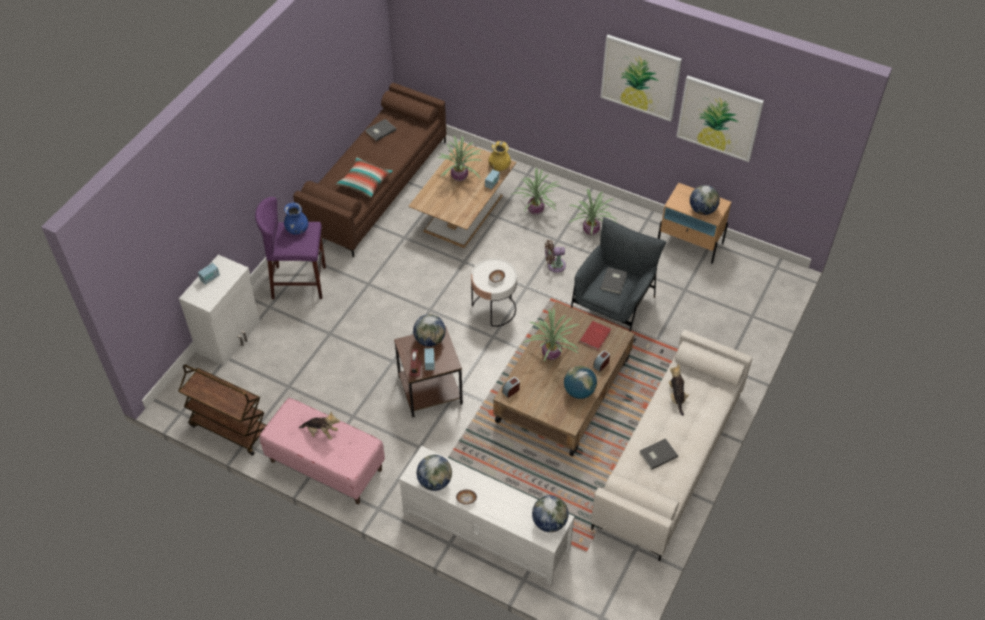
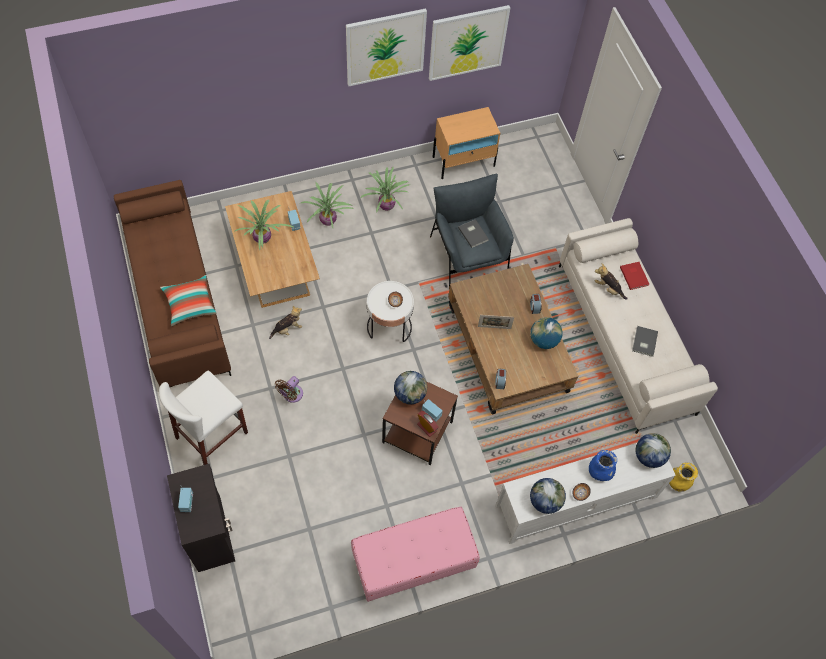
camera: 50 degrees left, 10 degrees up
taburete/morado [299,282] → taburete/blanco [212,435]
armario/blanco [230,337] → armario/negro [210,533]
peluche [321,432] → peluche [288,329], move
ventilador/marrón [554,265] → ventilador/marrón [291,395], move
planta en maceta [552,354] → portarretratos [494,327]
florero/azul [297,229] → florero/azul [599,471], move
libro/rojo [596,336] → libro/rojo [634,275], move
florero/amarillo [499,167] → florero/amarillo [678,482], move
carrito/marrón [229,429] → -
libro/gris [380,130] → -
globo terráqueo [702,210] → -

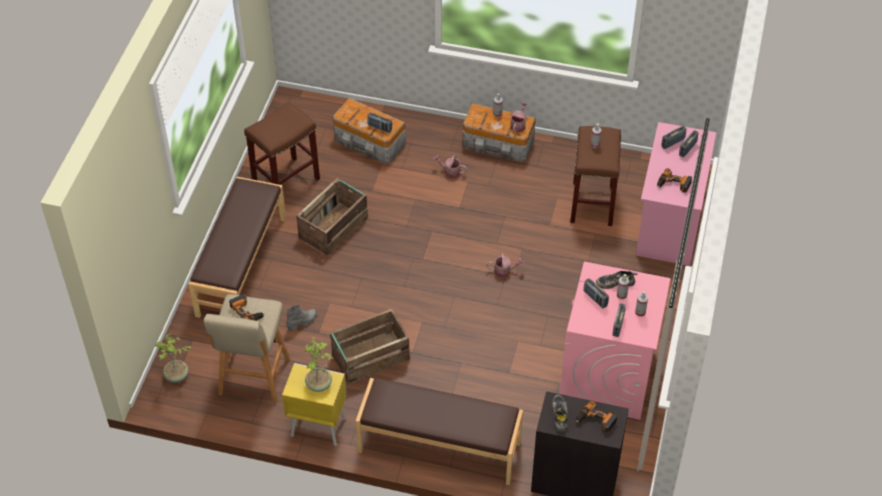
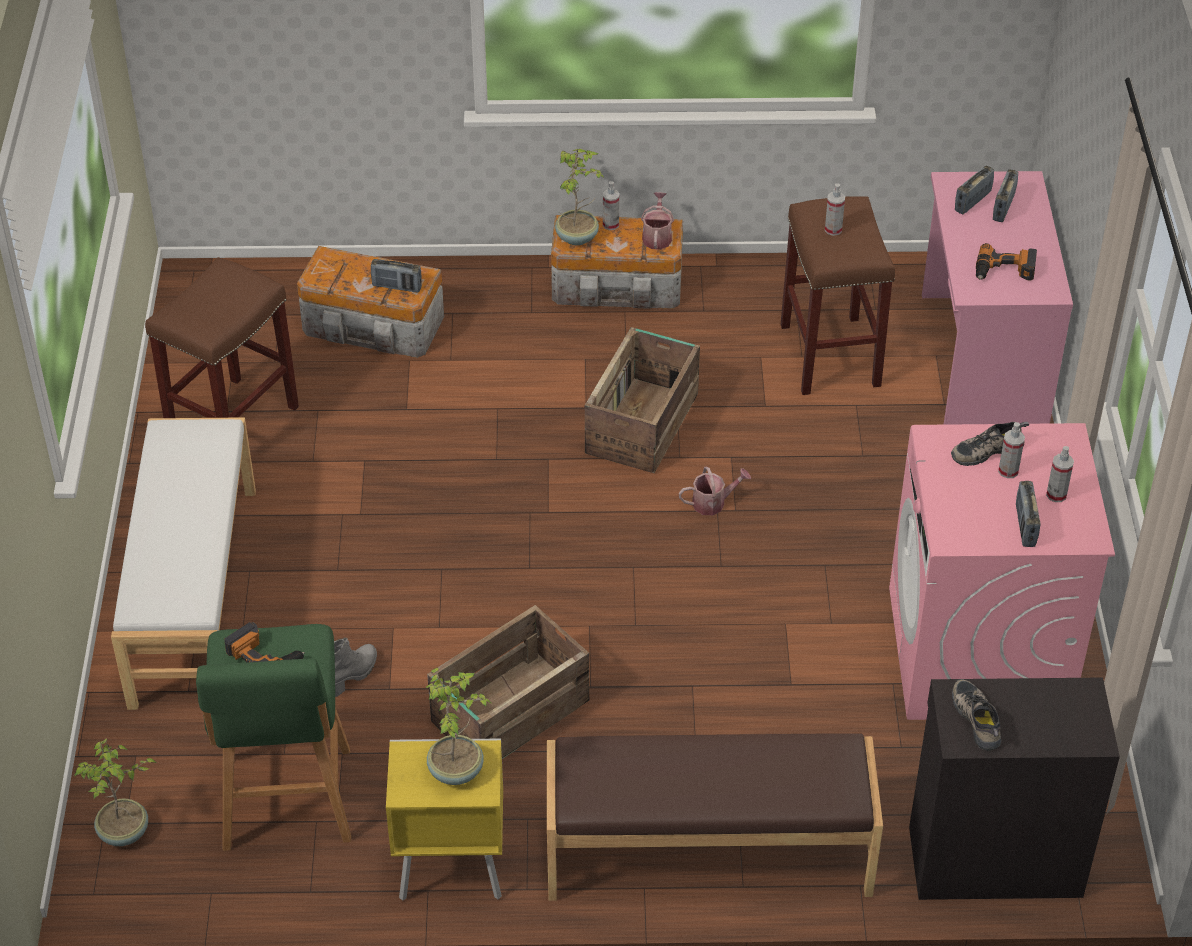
camera: 15 degrees left, 5 degrees down
banco/marrón [241,266] → banco/blanco [192,595]
taburete/beis [253,378] → taburete/verde [287,803]
- → planta en maceta [578,237]
caja de embalaje [334,227] → caja de embalaje [643,423], move
regadera [450,172] → -
taladro [596,421] → -
radio [595,298] → -

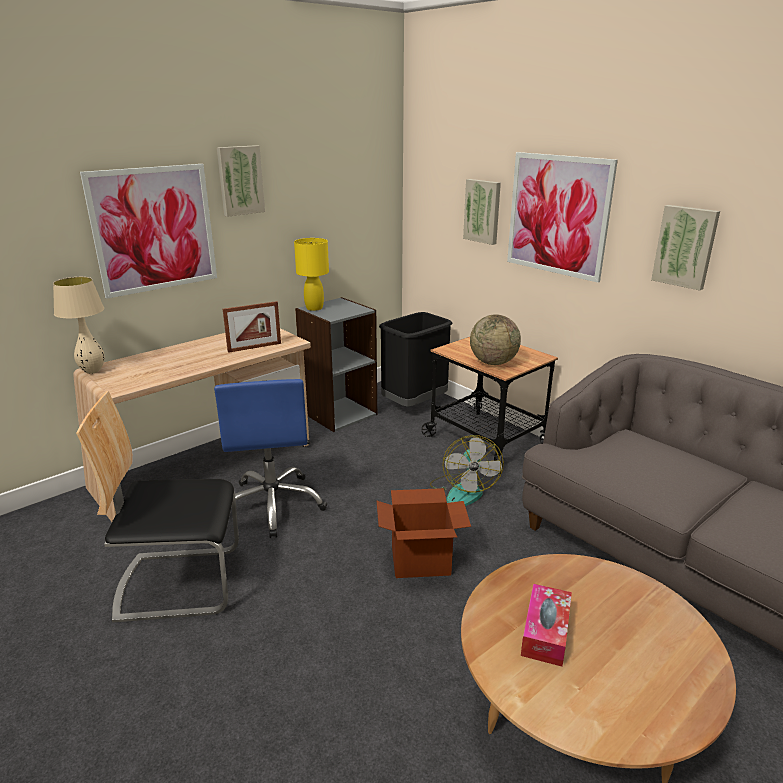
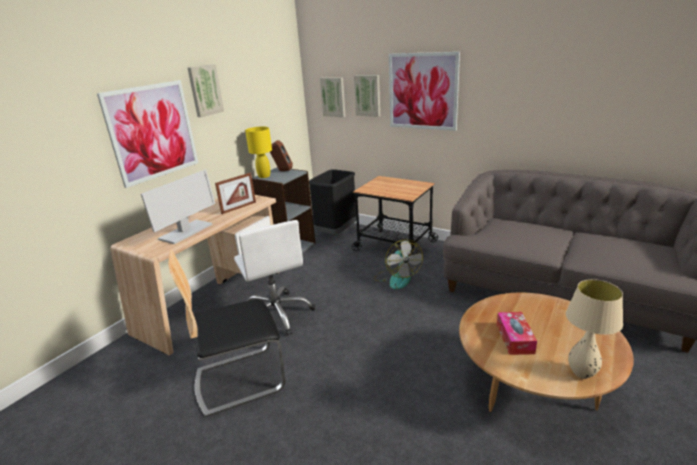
camera: 15 degrees left, 0 degrees up
- → monitor [186,232]
silla de oficina/azul [273,505] → silla de oficina/blanco [277,314]
- → altavoz/marrón [282,171]
cuadro [685,246] → cuadro [333,97], move
lámpara de mesa/beis [93,371] → lámpara de mesa/beis [582,374], move
caja de cartón [421,561] → -
globo terráqueo [493,363] → -

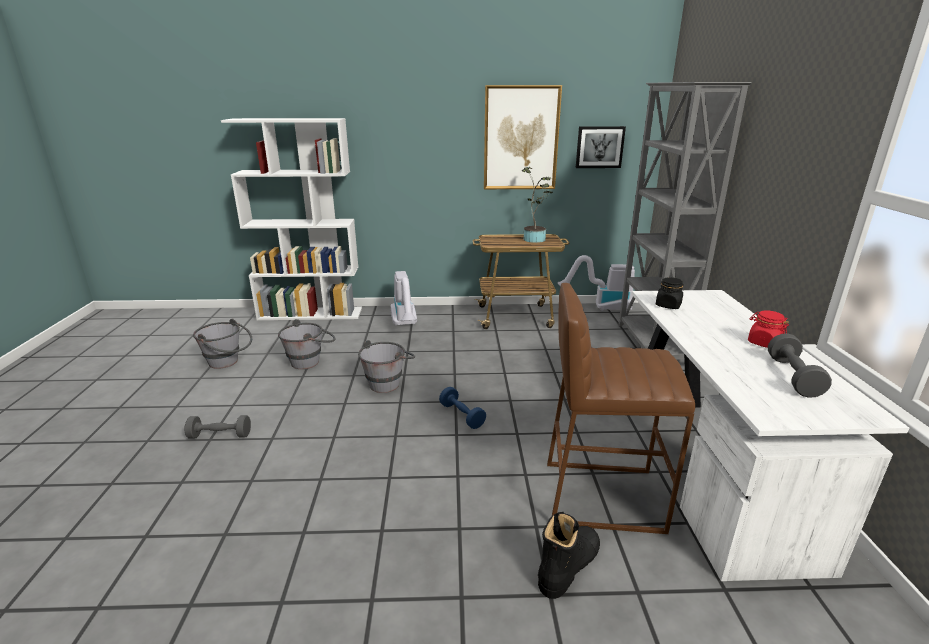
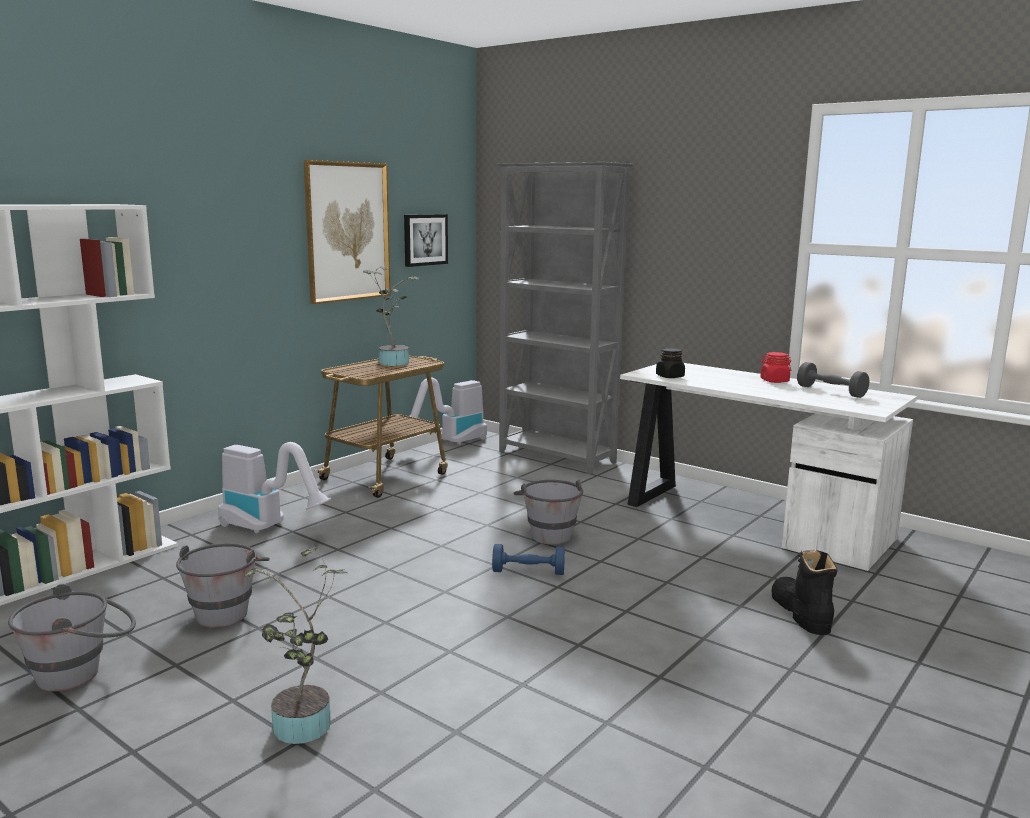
camera: 50 degrees left, 10 degrees down
mancuerna/gris [220,435] → planta en maceta [302,730]
cubo/gris [388,382] → cubo/gris [548,533], move
taburete/marrón [601,495] → -

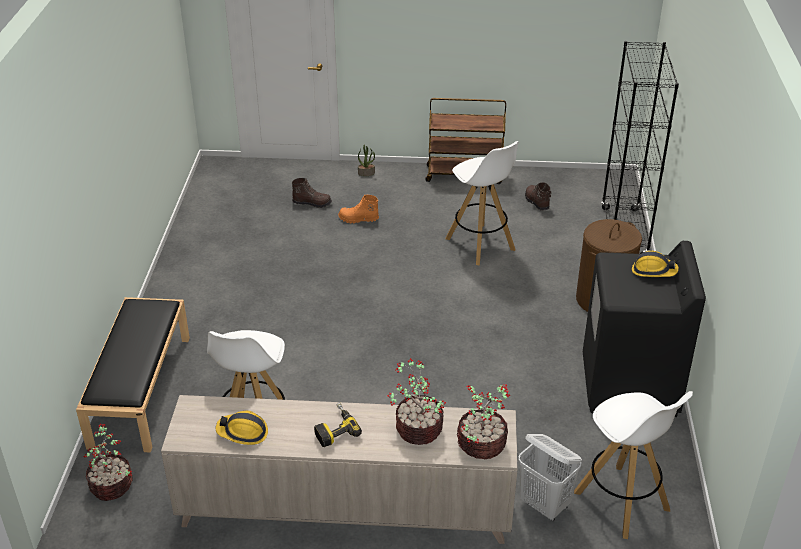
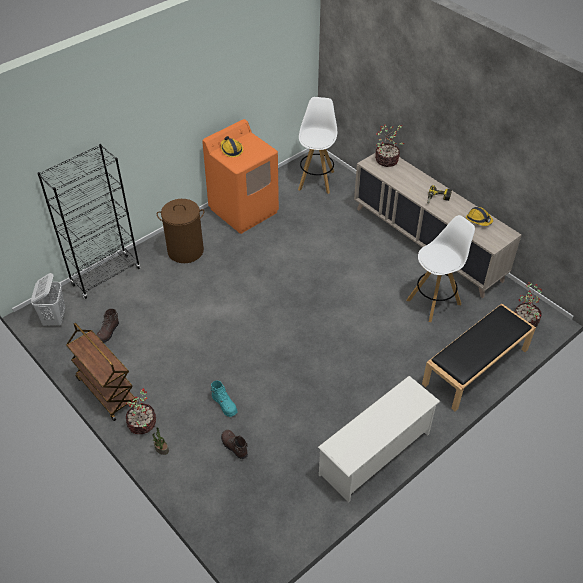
camera: 135 degrees left, 10 degrees up
cesto de la ropa/blanco [544,505] → cesto de la ropa/blanco [55,318], move
planta en maceta [417,429] → planta en maceta [142,424], move
lavadora/negro [629,386] → lavadora/naranja [244,210]
bota/naranja [358,219] → bota/turquesa [225,405]
- → zapatero/blanco [375,454]
taburete/blanco [480,244] → -

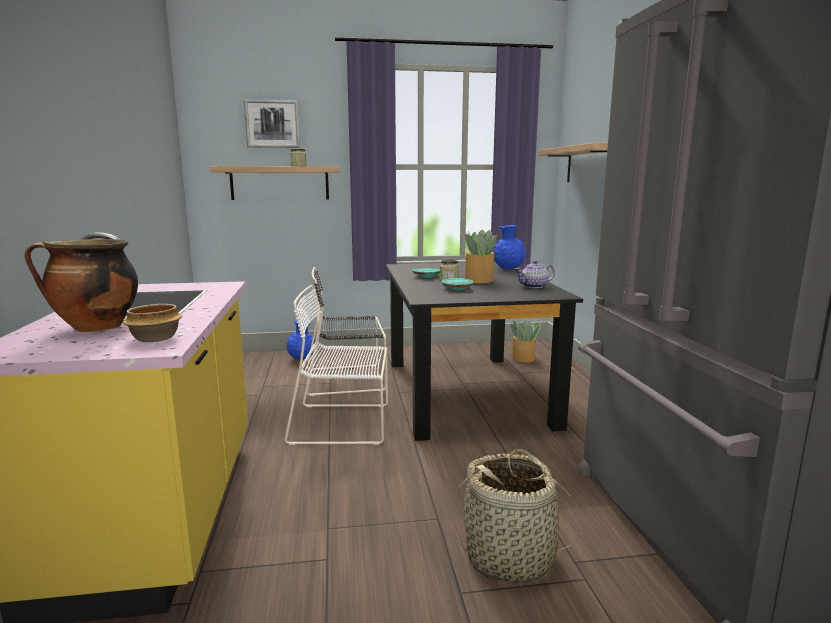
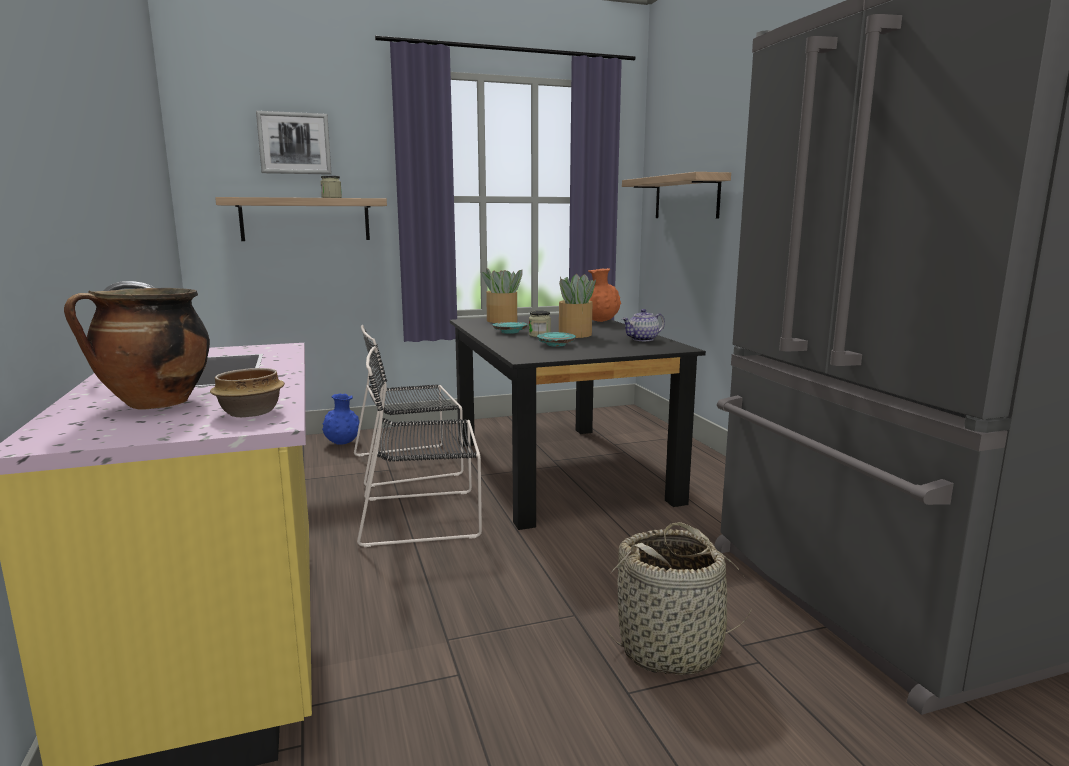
camera: 10 degrees left, 0 degrees up
silla/blanco [344,423] → silla/negro [425,517]
planta en maceta [523,359] → planta en maceta [502,321], move
florero/azul [508,269] → florero/naranja [600,321]

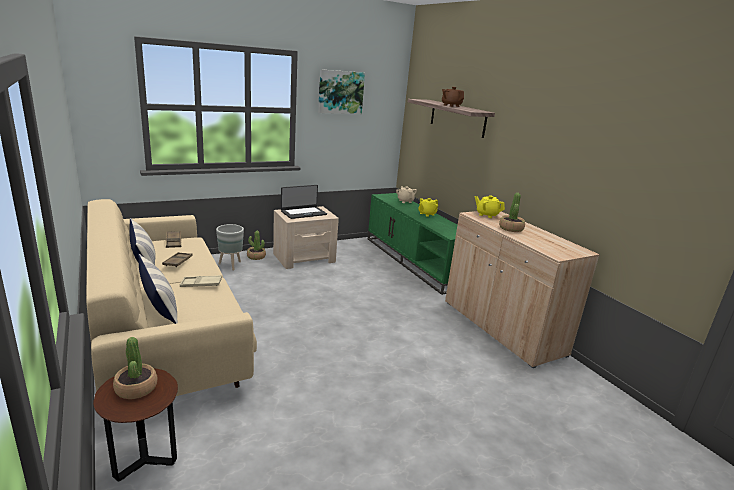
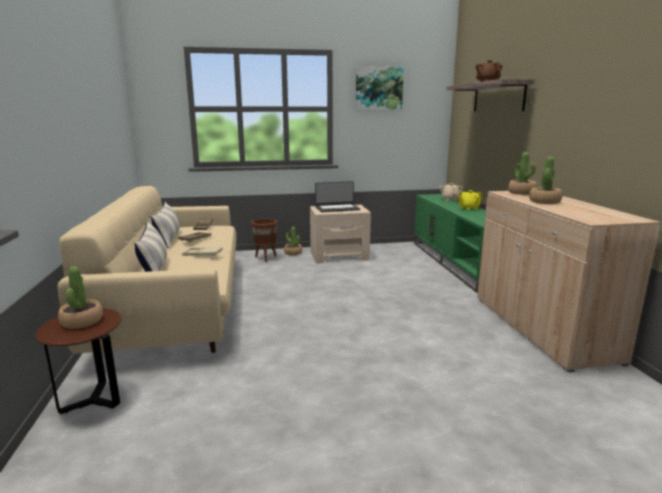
camera: 20 degrees right, 5 degrees down
maceta/gris [230,265] → maceta/marrón [265,258]
tetera/amarillo [487,215] → planta en maceta [522,193]

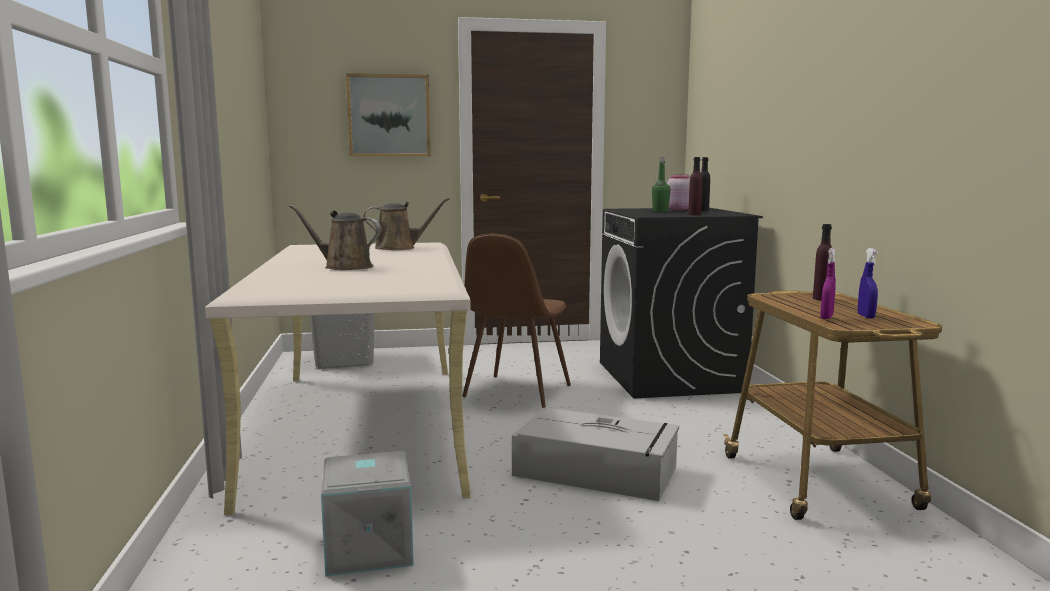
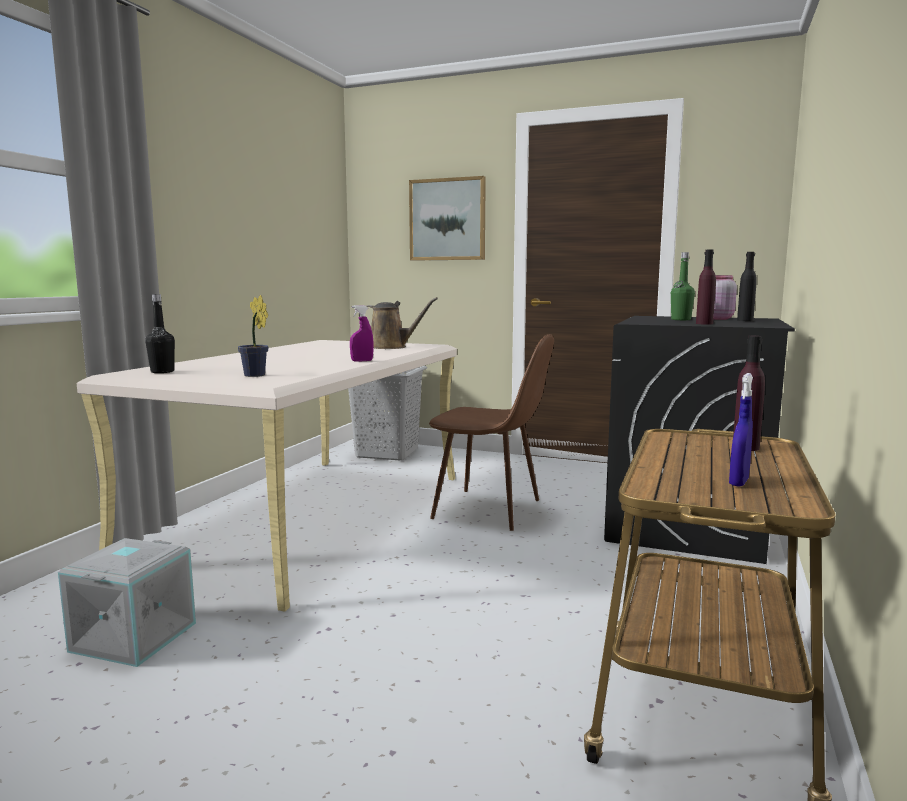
camera: 30 degrees right, 0 degrees up
- → botella/negro [162,372]
- → planta en maceta [256,375]
pulverizador/morado [826,317] → pulverizador/morado [362,361], move
silla/marrón [516,392] → silla/marrón [490,510], 120 degrees counterclockwise
regadera/marrón [344,267] → -
caja de almacenaje/gris [598,471] → -

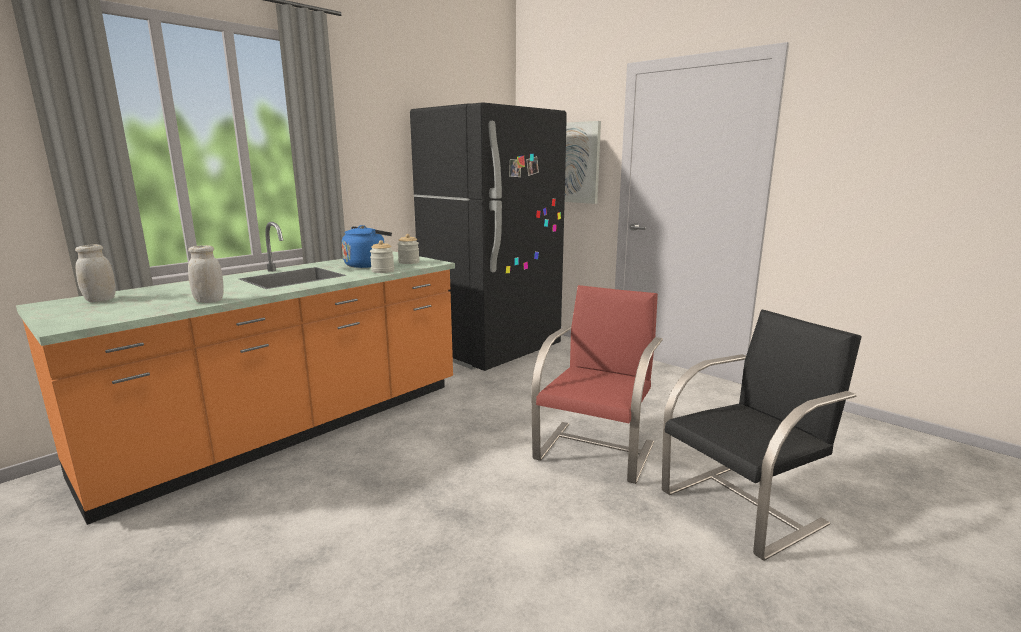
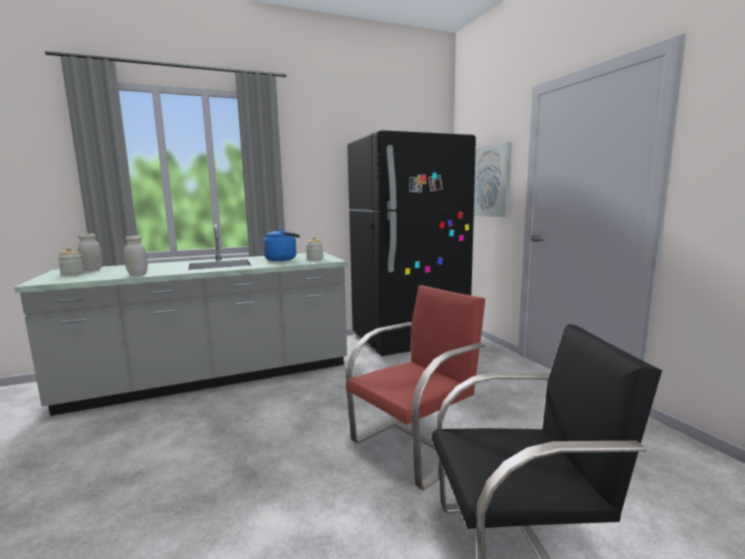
camera: 25 degrees right, 5 degrees down
mueble bajo de cocina/naranja [290,428] → mueble bajo de cocina/gris [214,376]
tarro [382,271] → tarro [72,274], move

